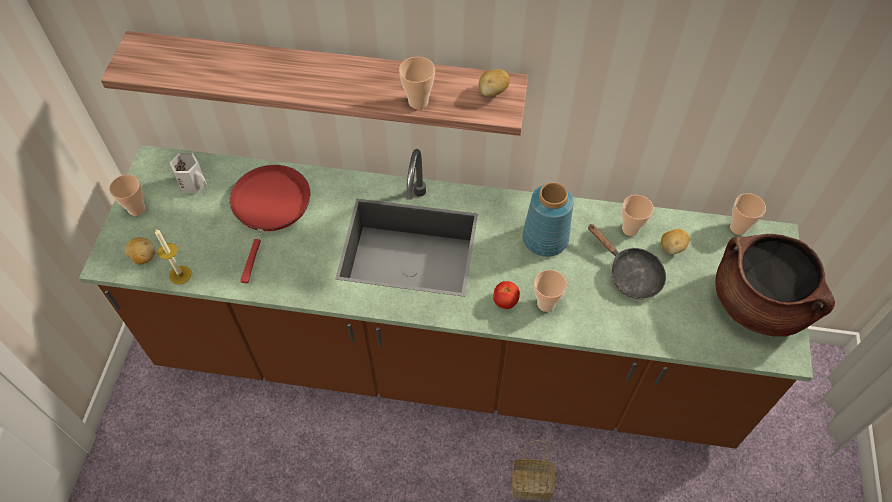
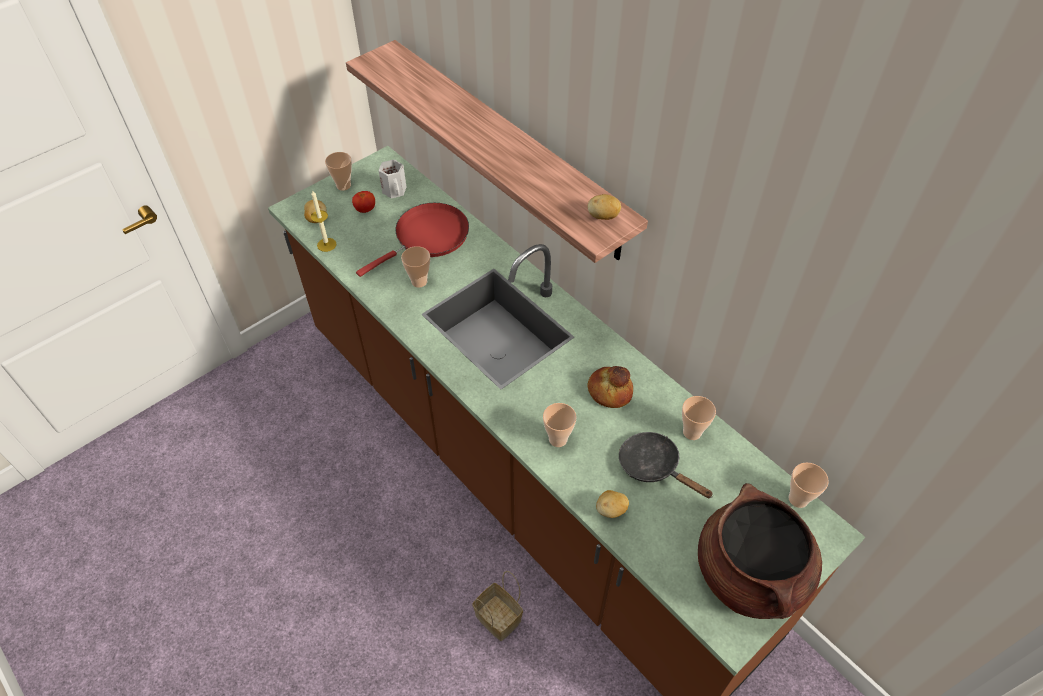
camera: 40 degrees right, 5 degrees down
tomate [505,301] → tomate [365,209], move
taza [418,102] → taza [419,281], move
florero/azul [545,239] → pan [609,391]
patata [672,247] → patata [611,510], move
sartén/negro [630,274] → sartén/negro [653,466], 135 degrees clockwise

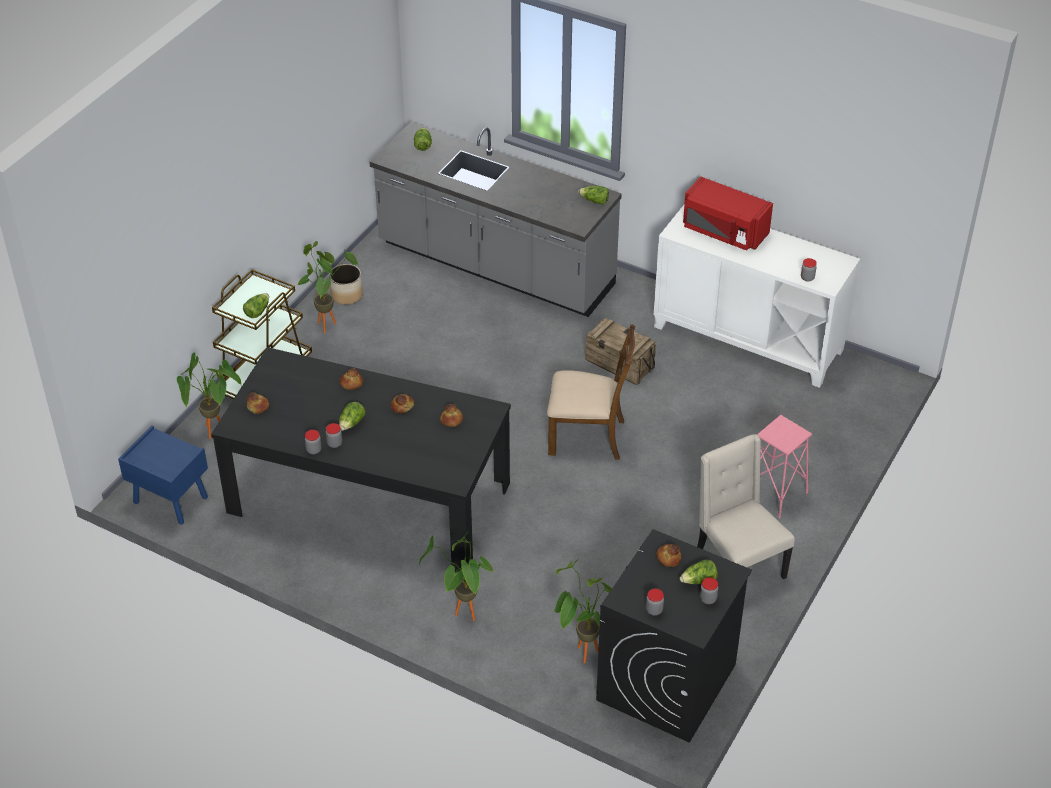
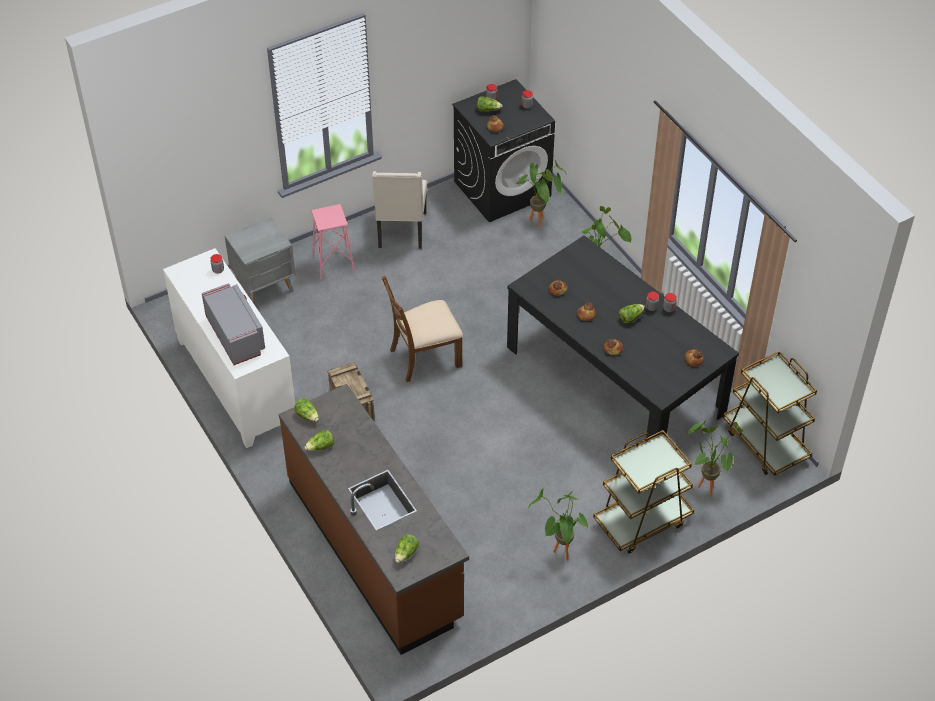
camera: 150 degrees left, 5 degrees up
microondas/rojo [723,232] → microondas/gris [236,336]
- → mesita de noche/gris [265,287]
mueble bajo de cocina/gris [495,266] → mueble bajo de cocina/marrón [375,549]
lechuga [257,311] → lechuga [320,447], move
silla/marrón [588,436] → silla/marrón [424,357], 60 degrees counterclockwise
mesita de noche/azul [169,500] → carrito/marrón [765,443]
maceta [346,295] → -

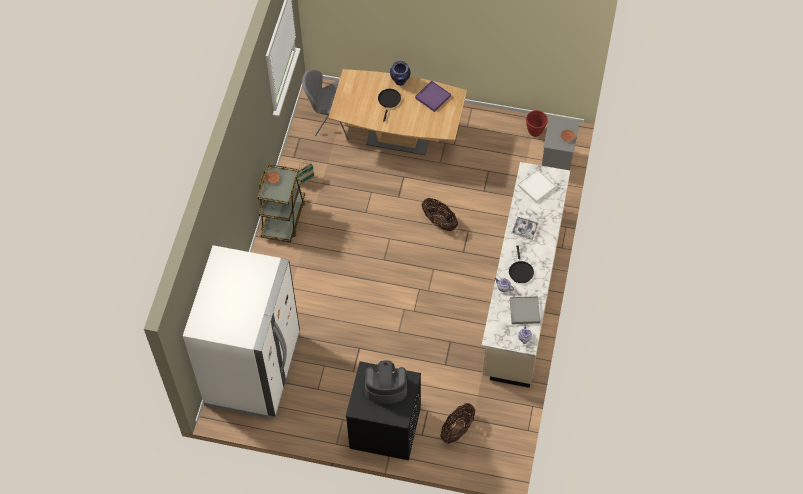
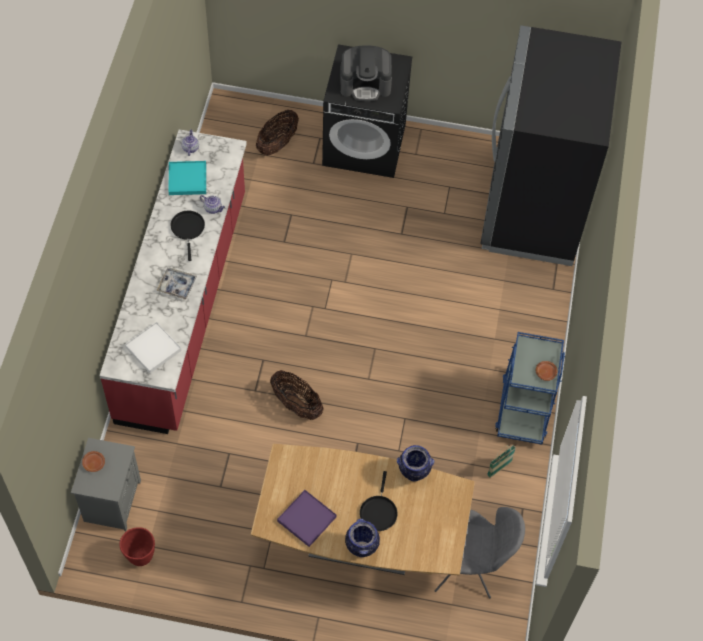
camera: 175 degrees right, 0 degrees up
mueble bajo de cocina/beis [522,291] → mueble bajo de cocina/rojo [184,306]
bandeja/gris [524,311] → bandeja/turquesa [187,179]
- → florero [413,474]
nevera/blanco [253,369] → nevera/negro [532,208]
carrito/marrón [283,218] → carrito/azul [523,408]

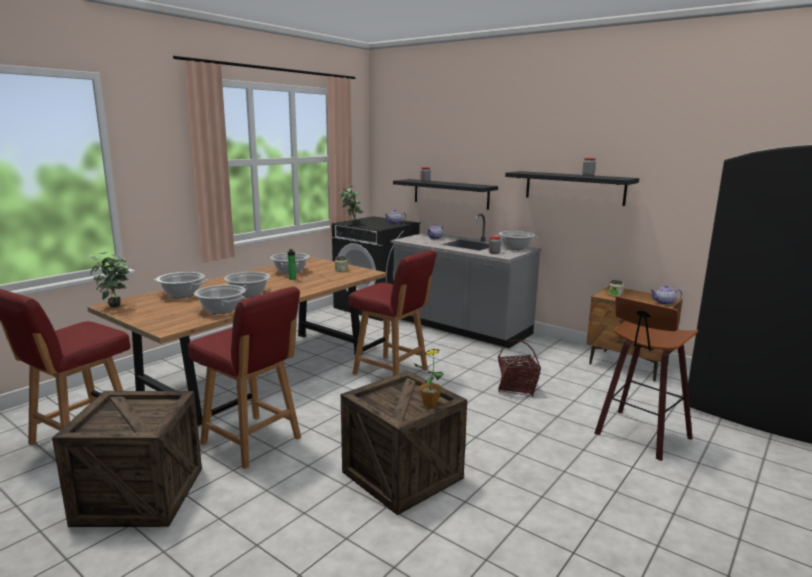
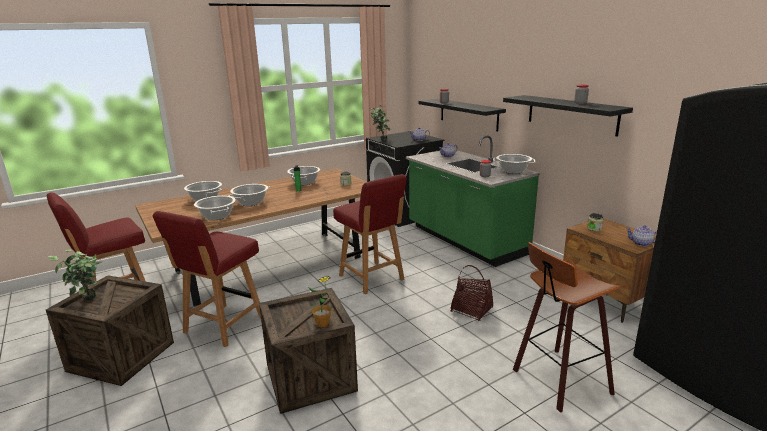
camera: 20 degrees right, 5 degrees up
planta en maceta [116,308] → planta en maceta [87,302], move
silla/rojo [252,442] → silla/rojo [223,326], 60 degrees clockwise
mueble bajo de cocina/gris [460,327] → mueble bajo de cocina/verde [464,240]

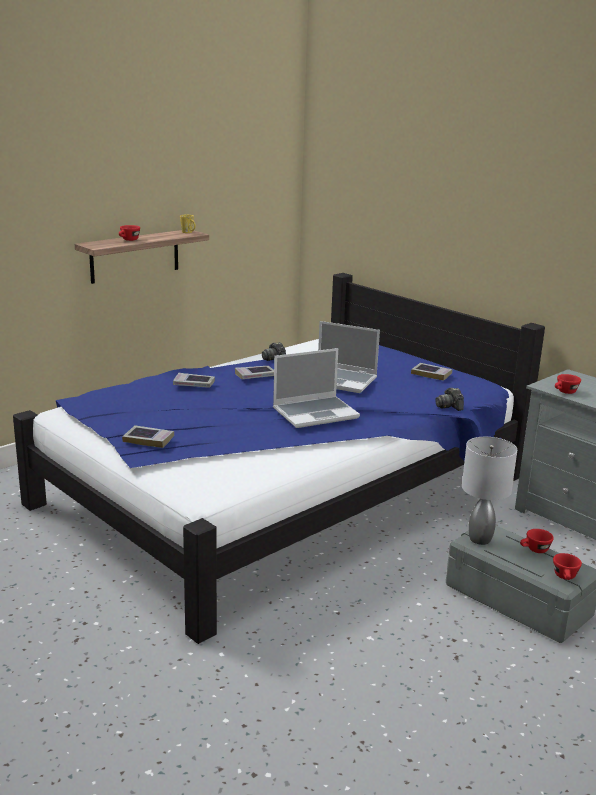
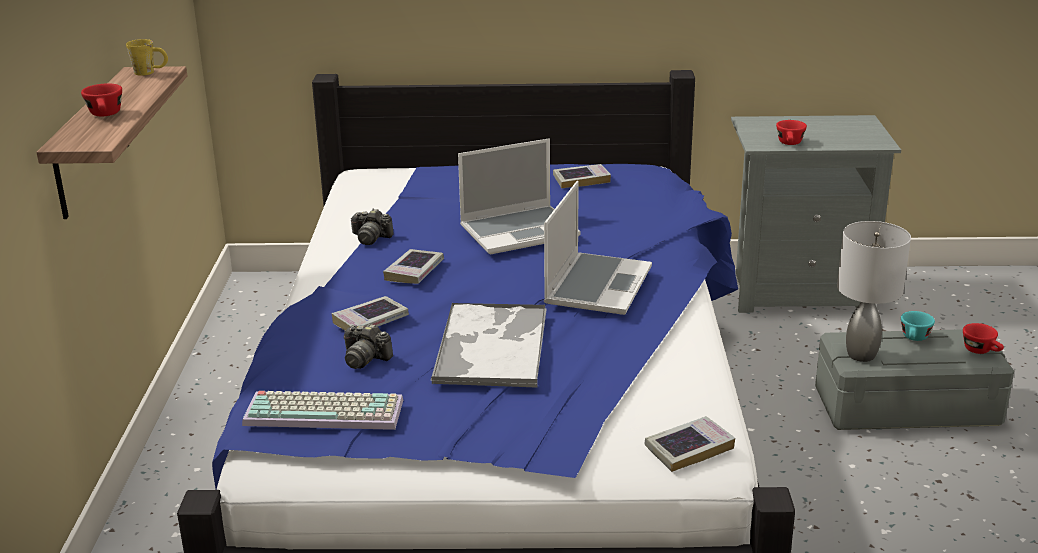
camera: 45 degrees left, 5 degrees up
- → teclado [326,411]
cámara [449,406] → cámara [365,358], move
- → bandeja [491,345]
libro [148,440] → libro [689,449], move
taza/rojo [534,550] → taza/turquesa [914,339]

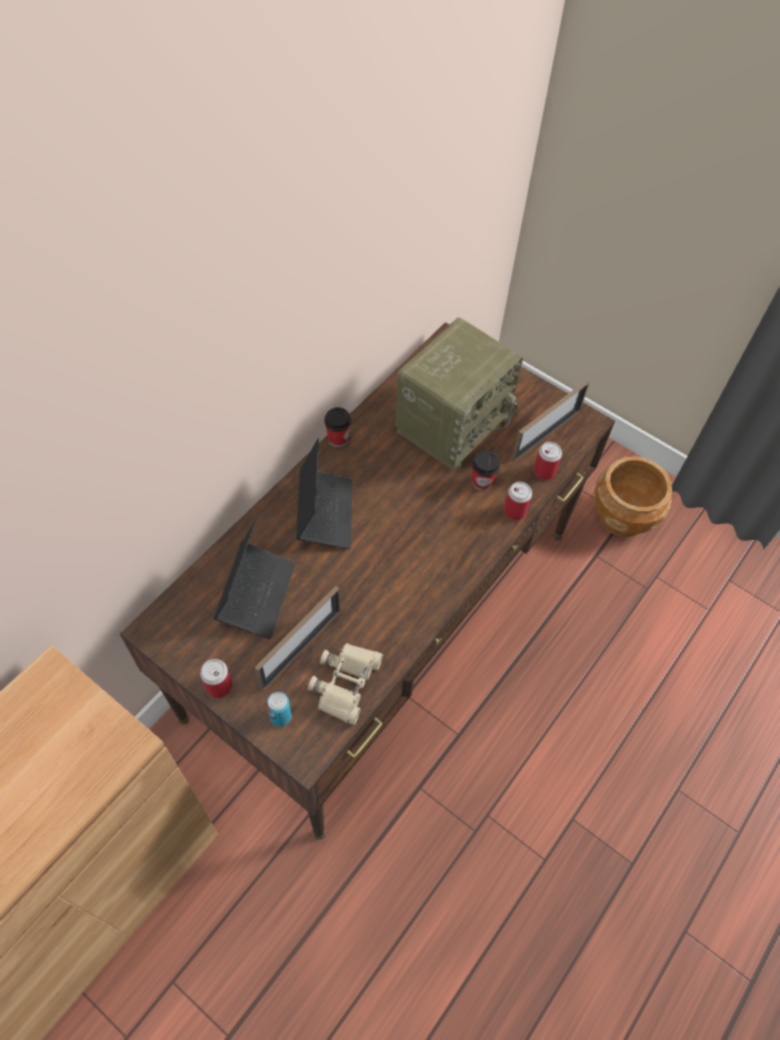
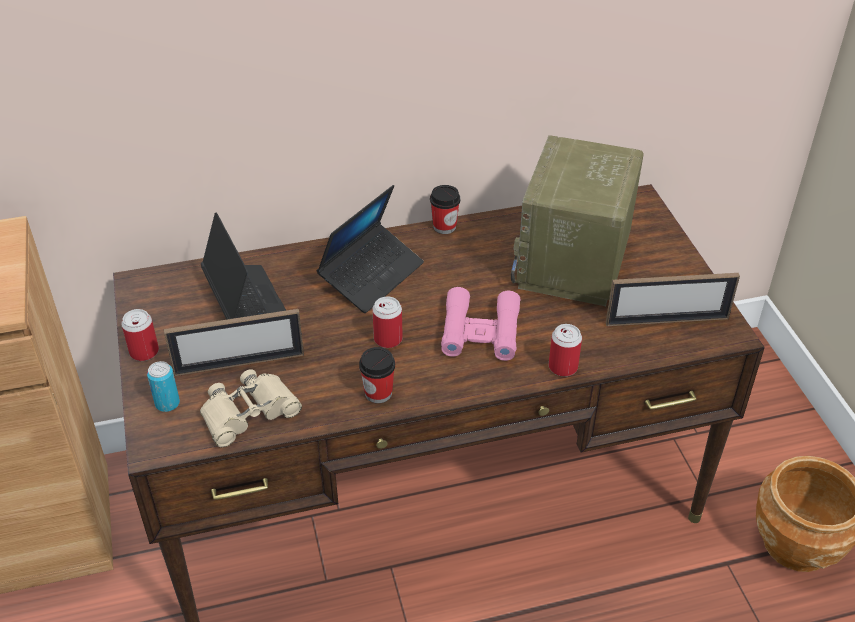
camera: 40 degrees right, 15 degrees down
portátil [256,594] → portátil [247,303], 75 degrees counterclockwise
taza [482,482] → taza [378,393], move
lata [544,471] → lata [388,339], move
- → prismáticos/rosa [480,332]
radio [452,421] → radio [574,264], 120 degrees clockwise

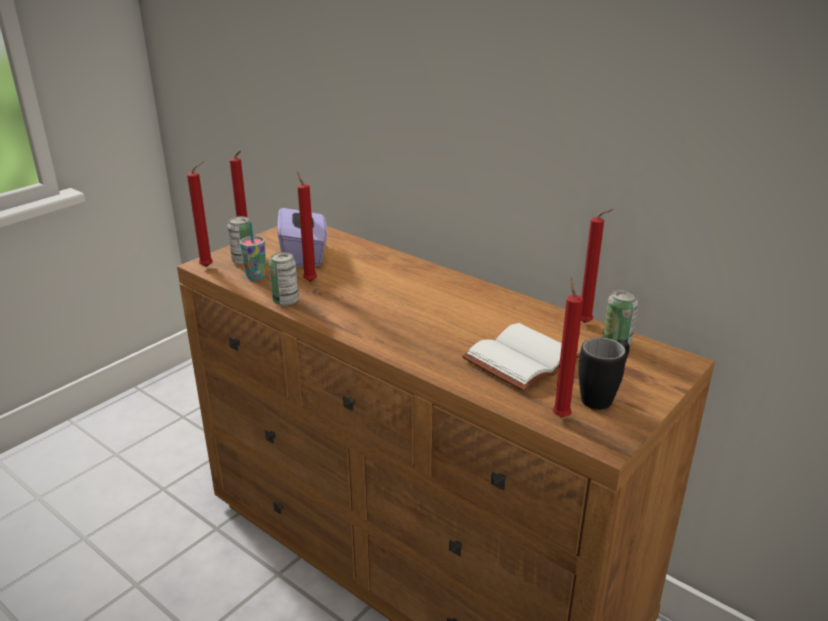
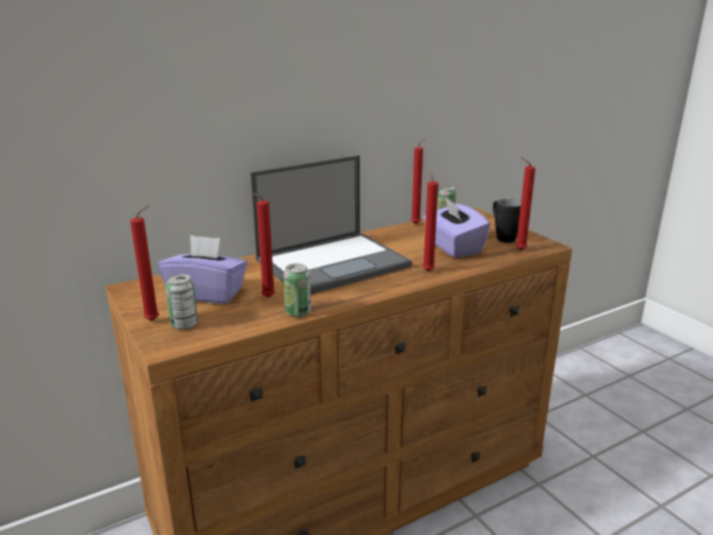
camera: 70 degrees left, 5 degrees down
- → portátil [334,263]
vela/rojo [209,266] → vela/rojo [428,270], move
libro/blanco [523,361] → caja de pañuelos/morado [453,247]
taza [256,277] → -

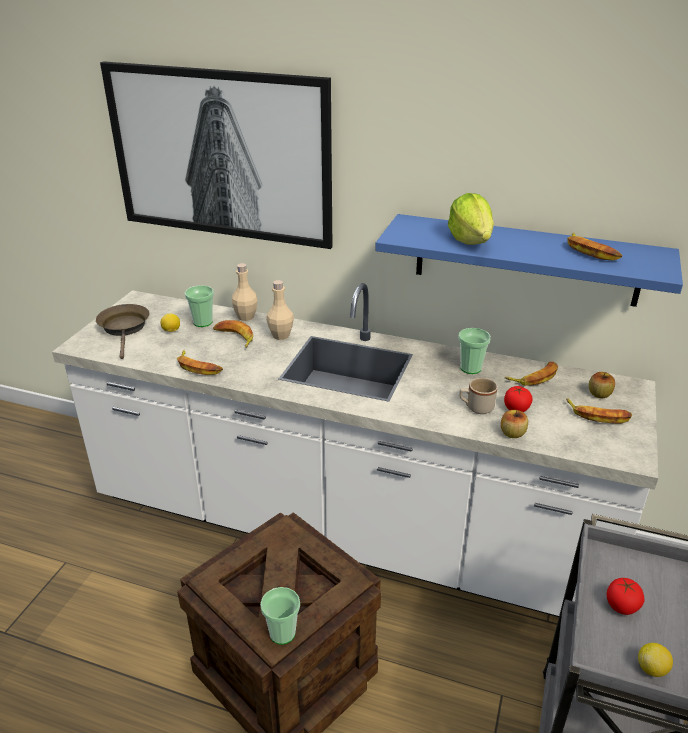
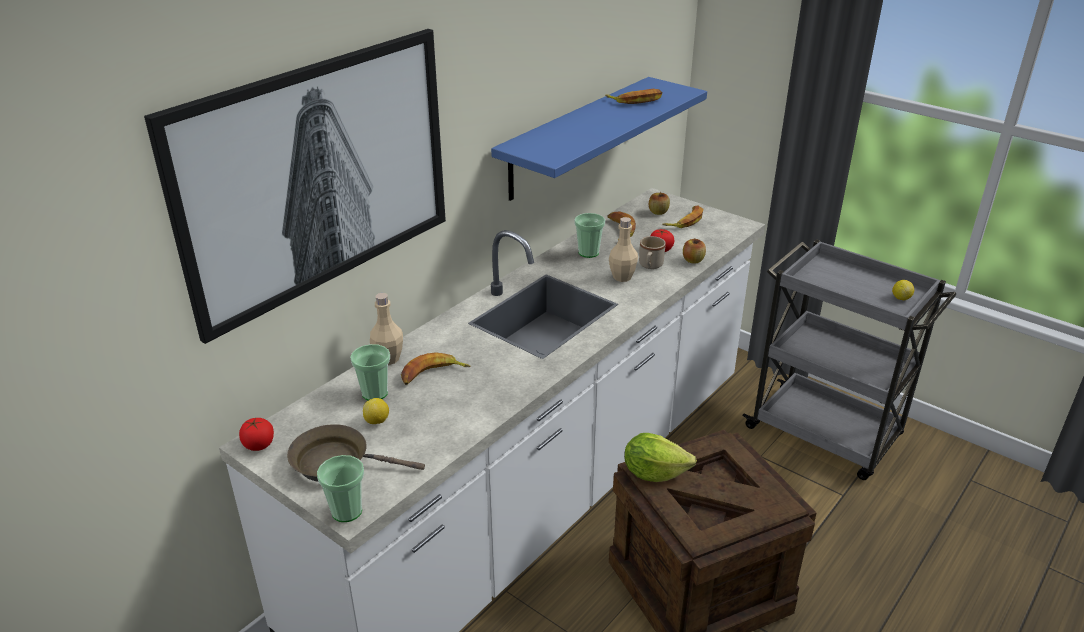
camera: 70 degrees left, 0 degrees up
tomate [621,606] → tomate [259,445], move
taza [282,633] → taza [347,511], move
botella/beis [281,335] → botella/beis [622,277], move
lechuga [470,240] → lechuga [654,472], move
plátano [198,367] → -

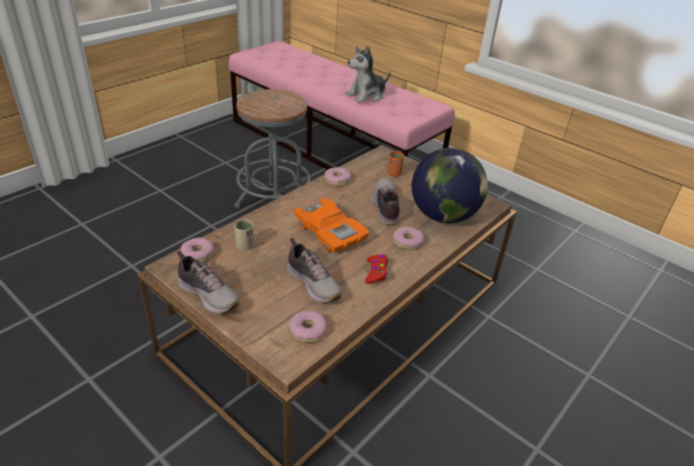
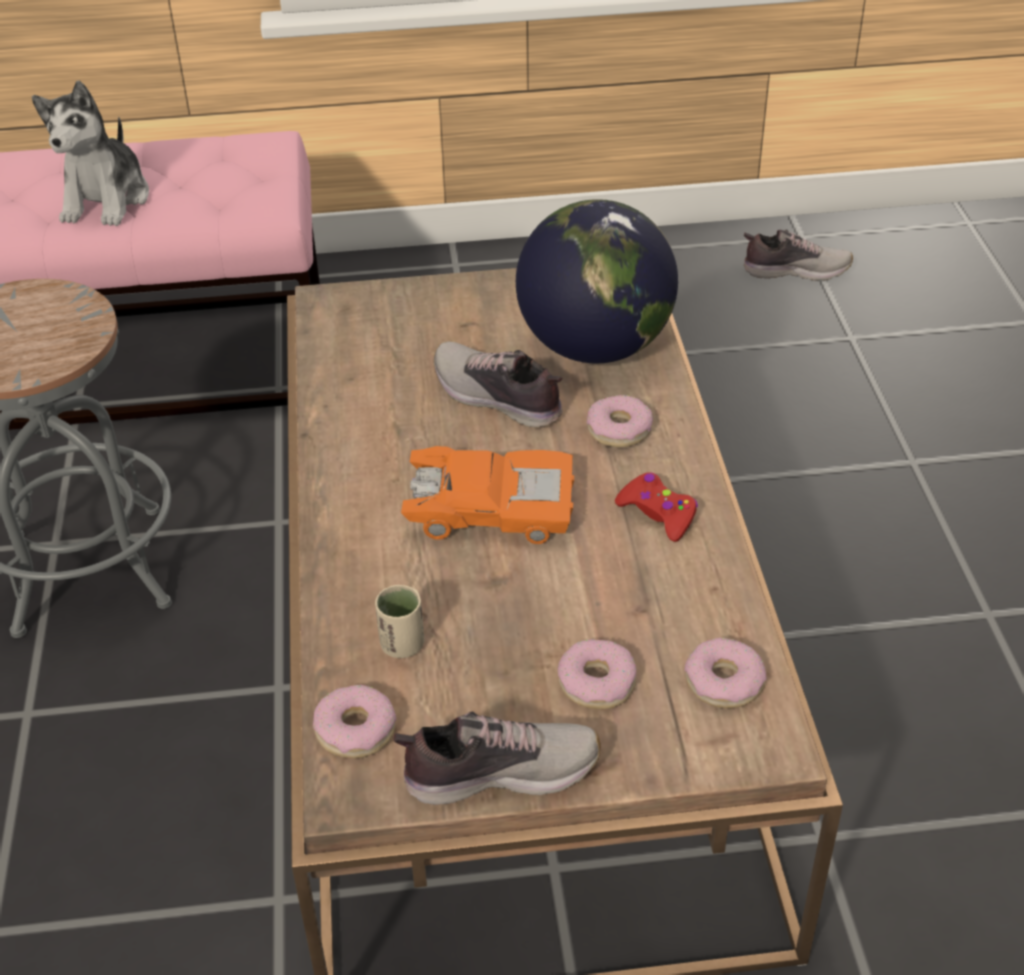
camera: 45 degrees left, 5 degrees up
rosquilla [337,180] → rosquilla [597,683], move
zapato [313,283] → zapato [794,270], move
taza/naranja [394,173] → -

